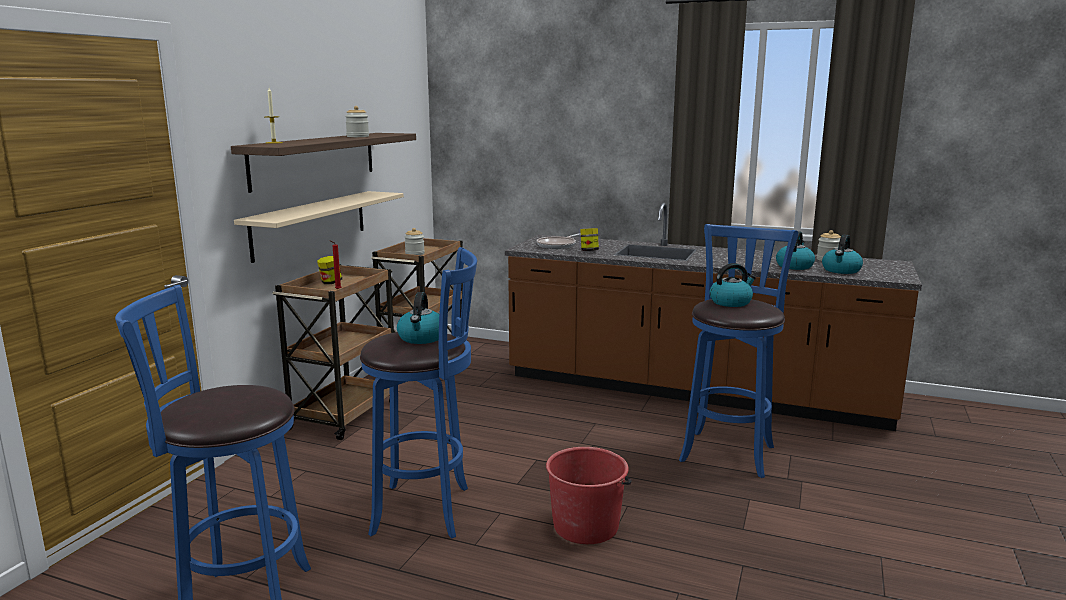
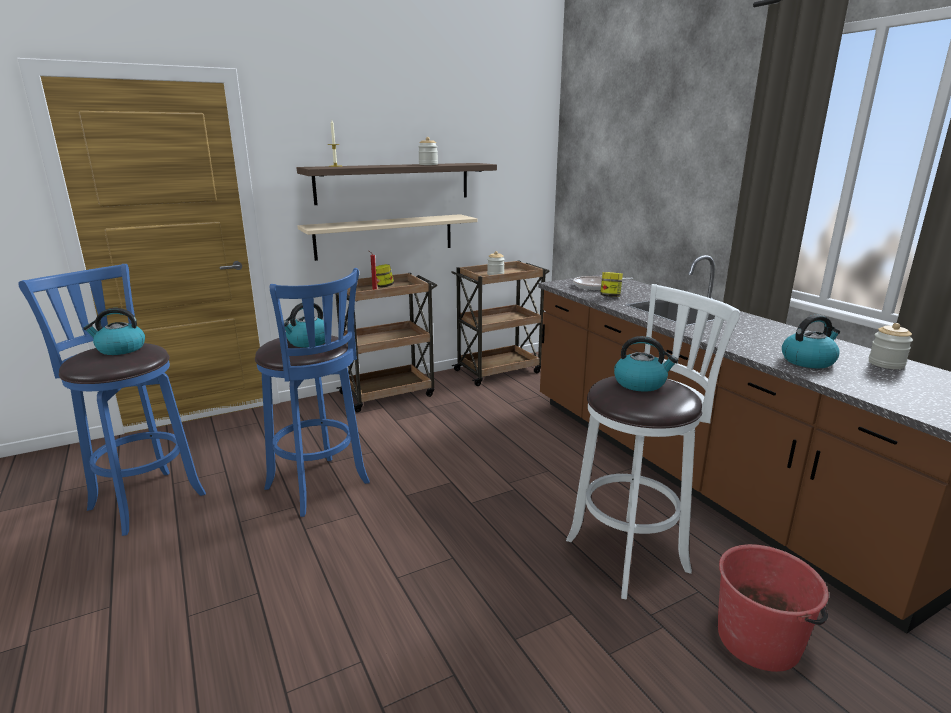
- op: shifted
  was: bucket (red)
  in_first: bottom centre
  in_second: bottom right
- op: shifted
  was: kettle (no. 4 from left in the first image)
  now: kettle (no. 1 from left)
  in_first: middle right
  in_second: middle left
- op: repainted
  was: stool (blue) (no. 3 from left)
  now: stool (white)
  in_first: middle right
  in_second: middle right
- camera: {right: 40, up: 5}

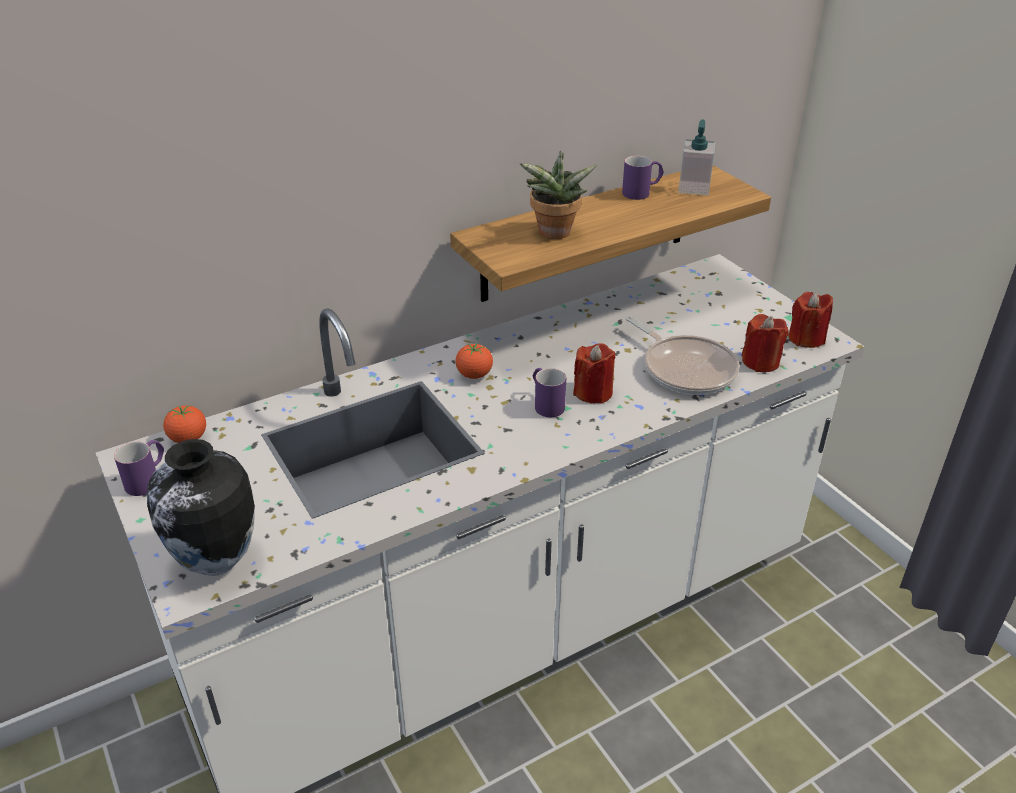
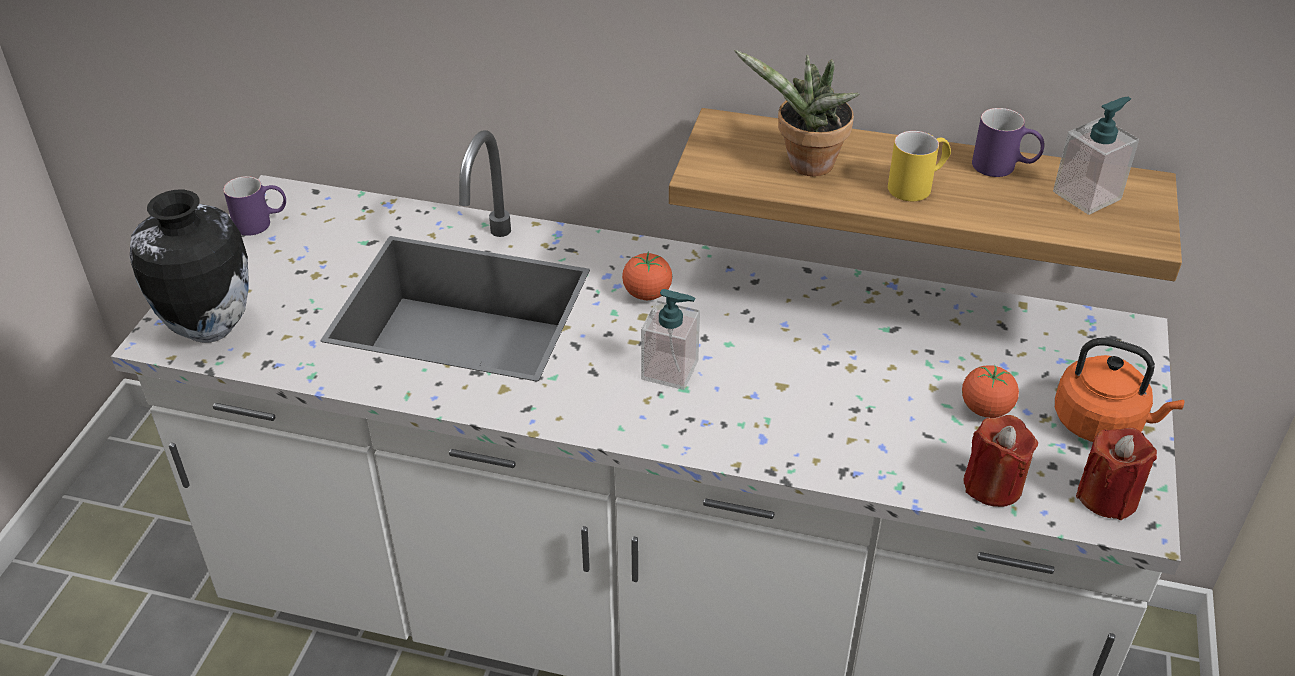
- op: gone
  was: candle (red) (no. 1 from left)
  in_first: centre
- op: gone
  was: frying pan
  in_first: middle right
- op: new
  now: mug (yellow)
  in_second: top right
- op: new
  now: kettle (orange)
  in_second: middle right
- op: shifted
  was: tomato (no. 1 from left in the first image)
  now: tomato (no. 2 from left)
  in_first: middle left
  in_second: middle right
- op: swapped
  was: mug (purple) (no. 2 from left)
  now: soap dispenser (no. 1 from left)
  in_first: centre
  in_second: centre
- camera: {right: 45, up: 5}

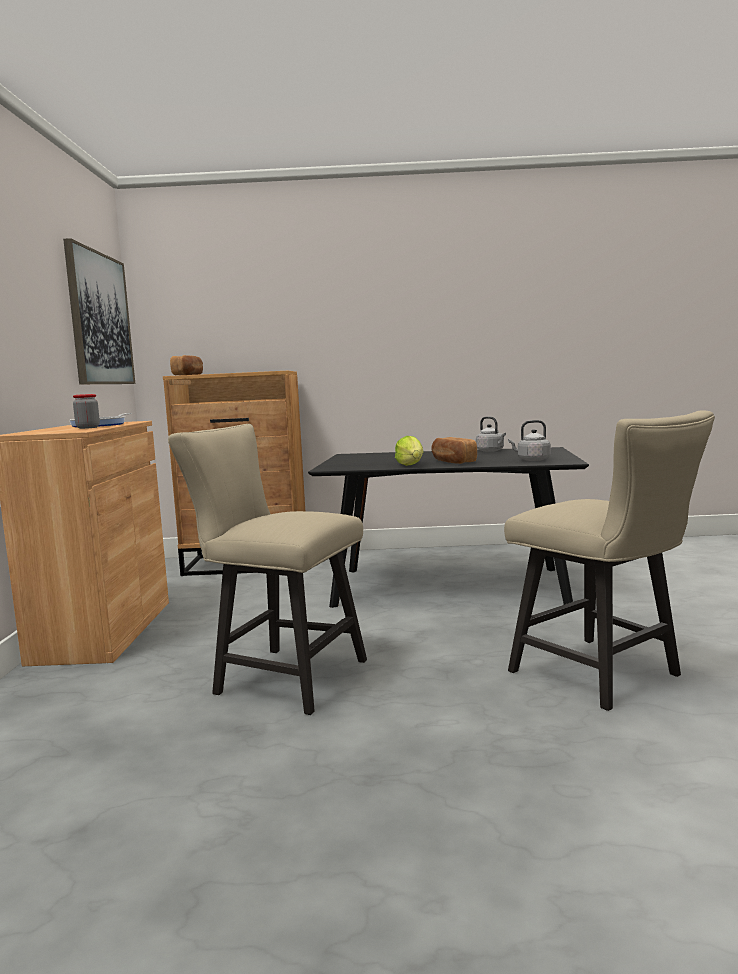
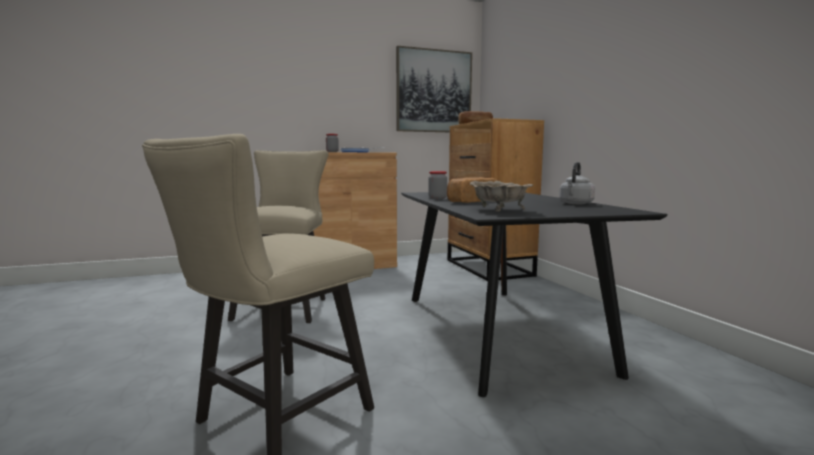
- op: swapped
  was: lettuce
  now: jar (no. 2 from left)
  in_first: centre
  in_second: centre
- op: swapped
  was: kettle (grey) (no. 2 from left)
  now: bowl (beige)
  in_first: middle right
  in_second: centre
- camera: {right: 70, up: 0}

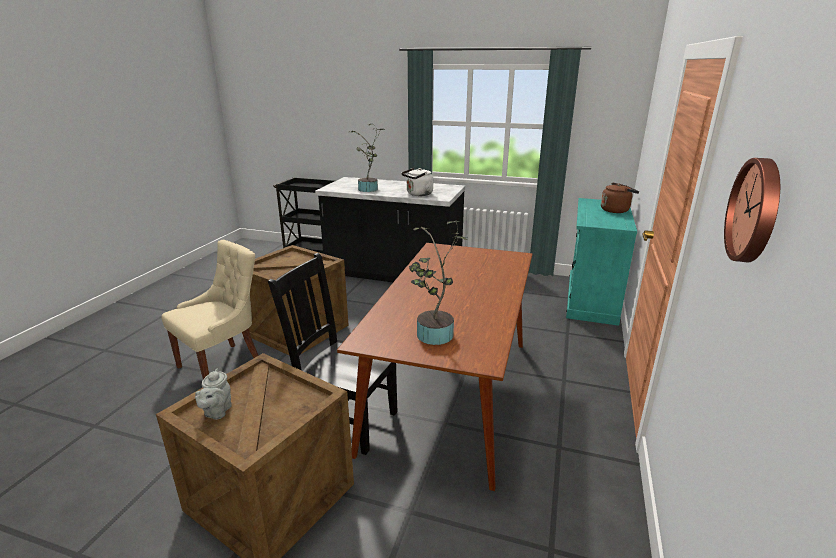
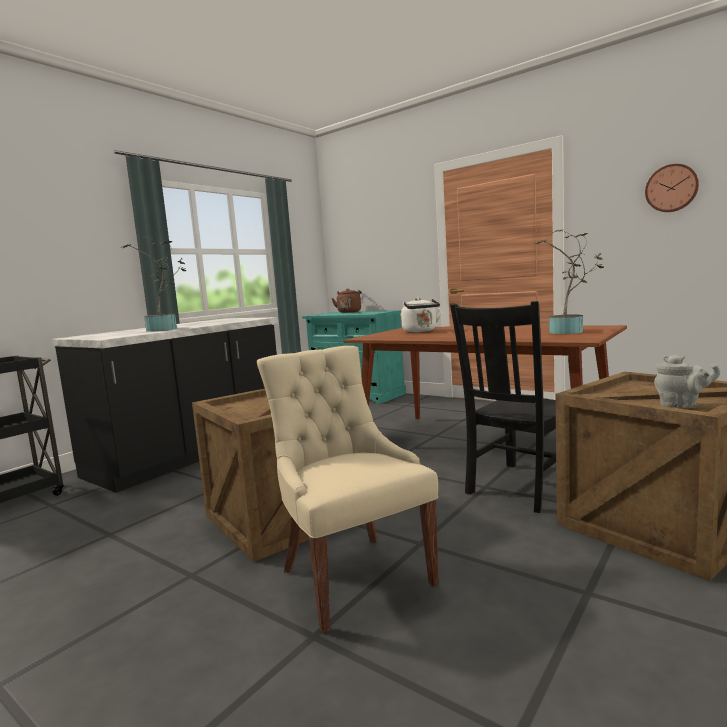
- op: shifted
  was: kettle (white)
  in_first: top centre
  in_second: centre
- camera: {right: -70, up: -15}

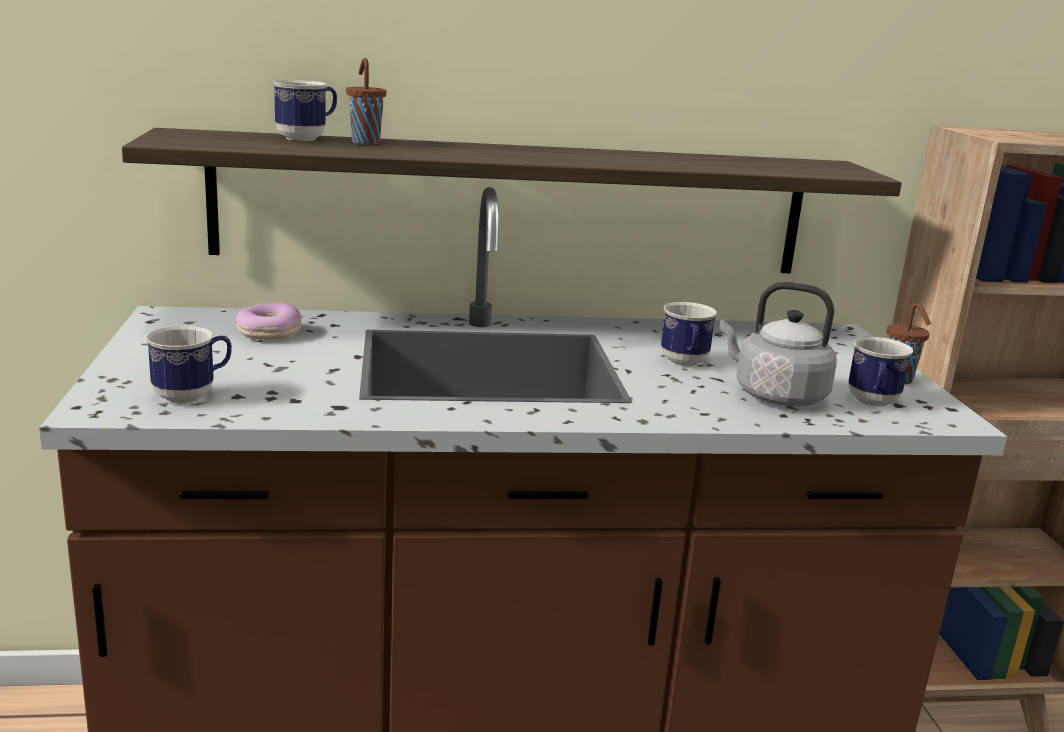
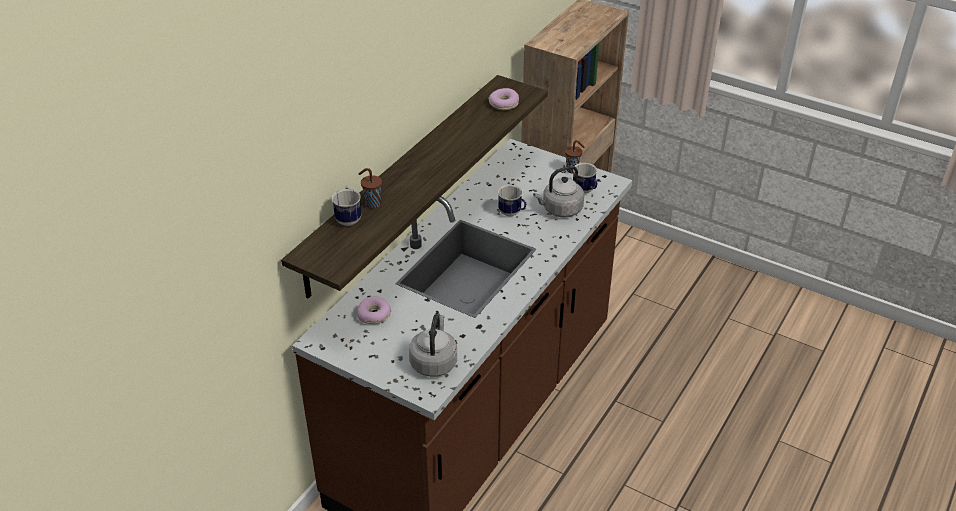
- op: new
  now: donut (no. 2 from left)
  in_second: top centre
- op: swapped
  was: mug (no. 1 from left)
  now: kettle (grey) (no. 1 from left)
  in_first: middle left
  in_second: bottom centre
- camera: {right: -50, up: 20}

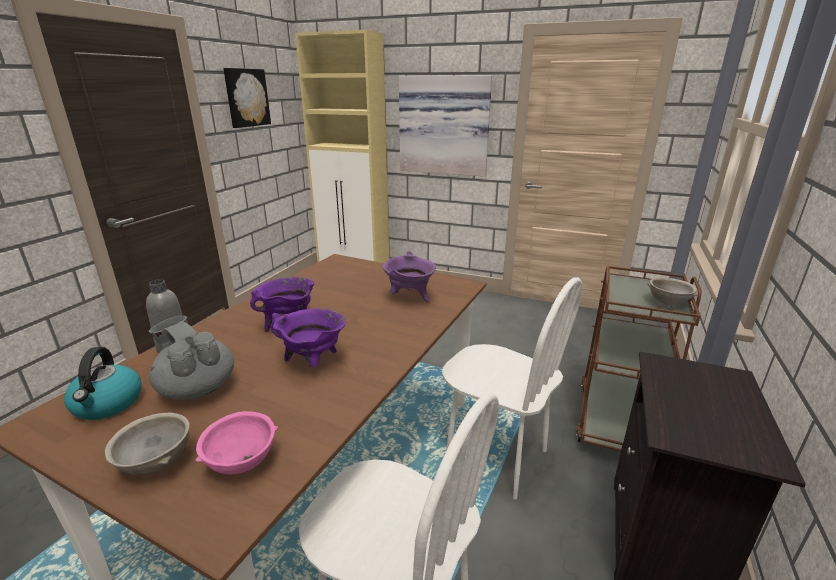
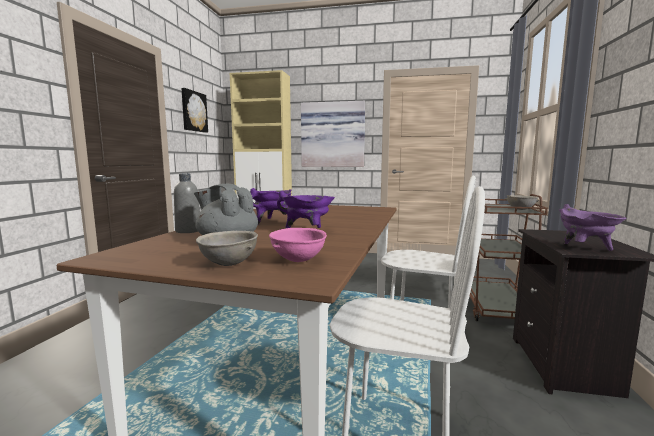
- op: gone
  was: kettle
  in_first: middle left
- op: shifted
  was: cooking pot (purple) (no. 3 from left)
  in_first: centre
  in_second: middle right
- camera: {right: -10, up: -15}

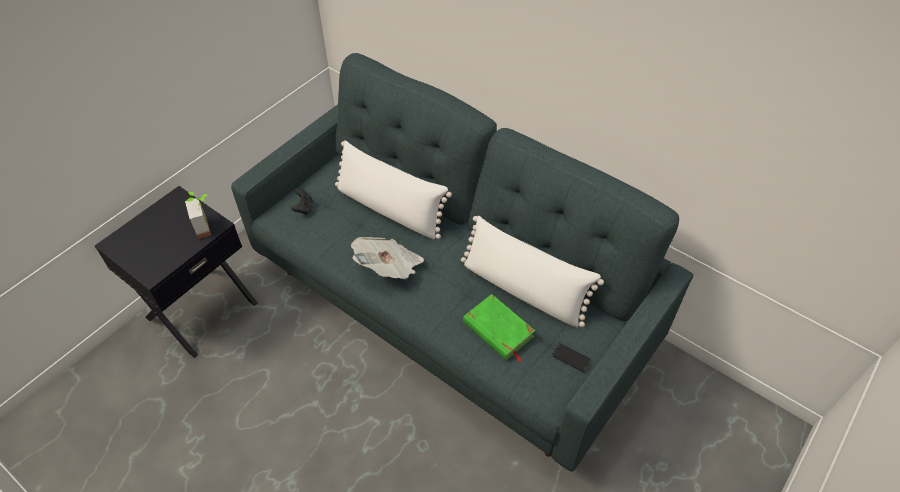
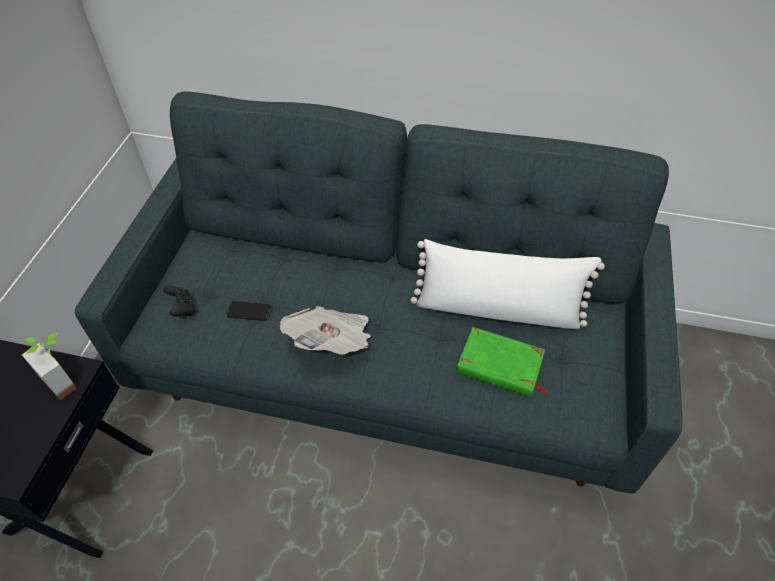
- op: gone
  was: pillow (white) (no. 1 from left)
  in_first: centre
- op: shifted
  was: phone
  in_first: bottom centre
  in_second: middle left
- camera: {right: -25, up: 0}

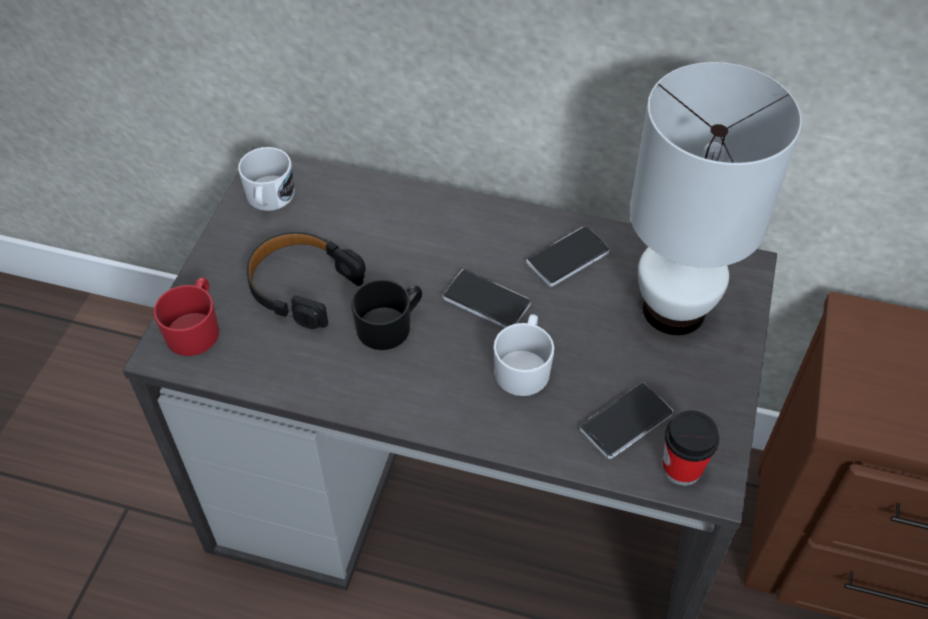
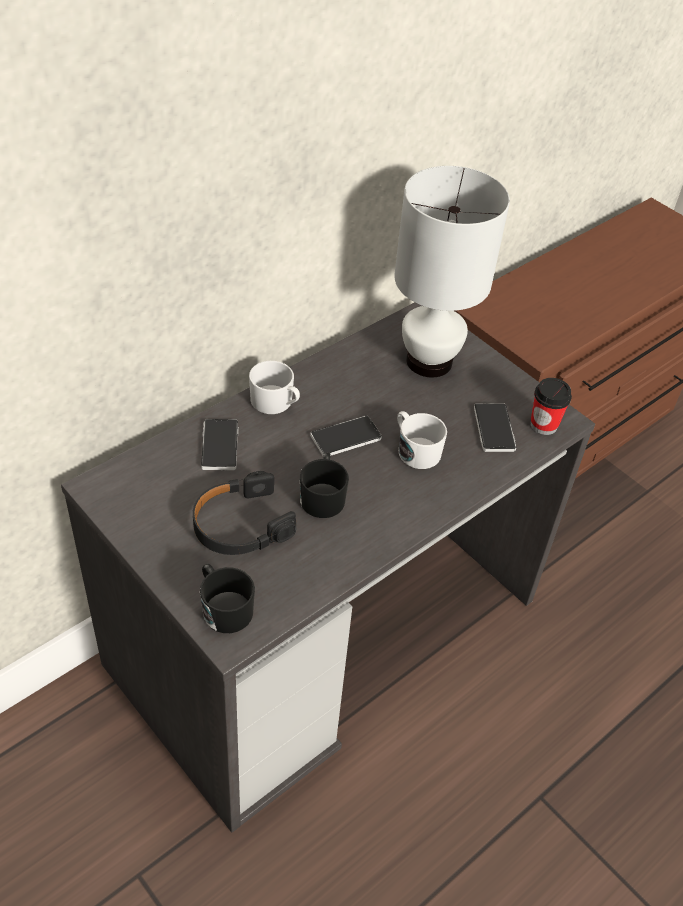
- op: shifted
  was: mug (white) (no. 1 from left)
  in_first: top left
  in_second: centre
- op: shifted
  was: phone (no. 2 from left in the first image)
  now: phone (no. 1 from left)
  in_first: centre
  in_second: middle left
- op: repainted
  was: mug (red)
  now: mug (black) (no. 1 from left)
  in_first: middle left
  in_second: middle left
- camera: {right: -60, up: -5}

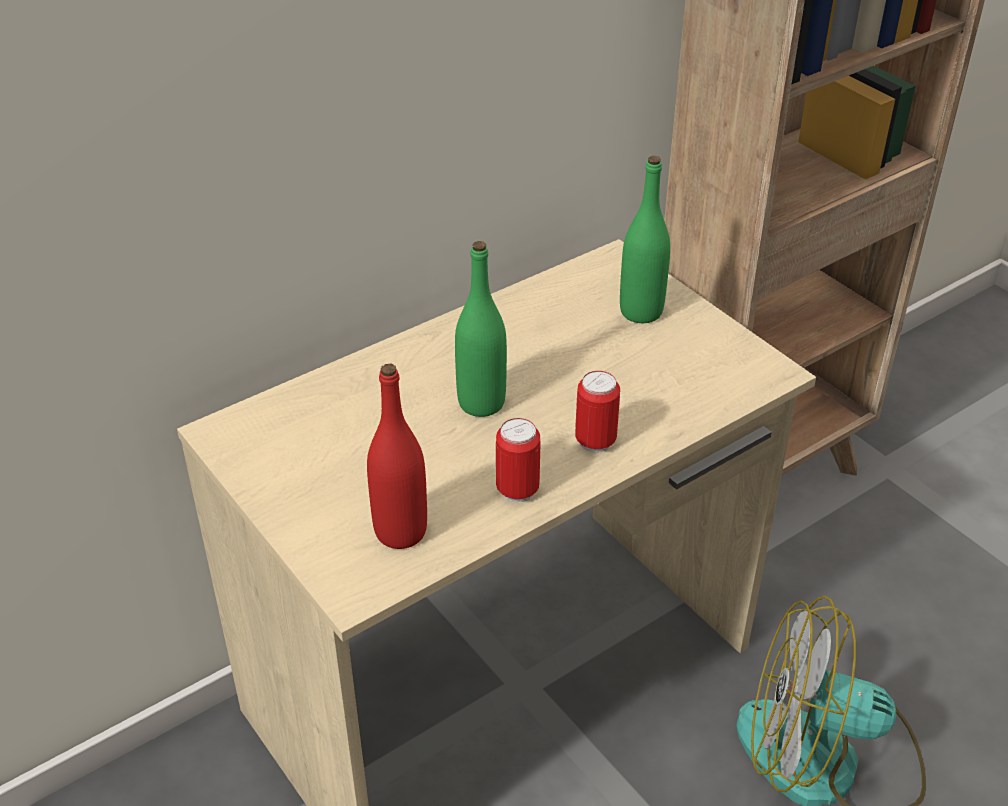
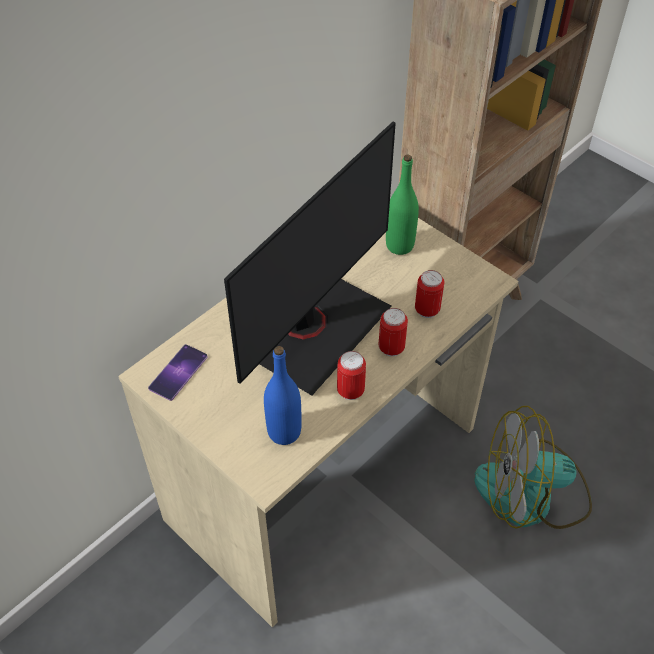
- op: new
  now: phone
  in_second: middle left
- op: new
  now: can (no. 3 from left)
  in_second: centre
- op: swapped
  was: bottle (green) (no. 1 from left)
  now: monitor
  in_first: centre
  in_second: centre
- op: repainted
  was: bottle (red)
  now: bottle (blue)
  in_first: centre
  in_second: centre
- camera: {right: -10, up: 10}

